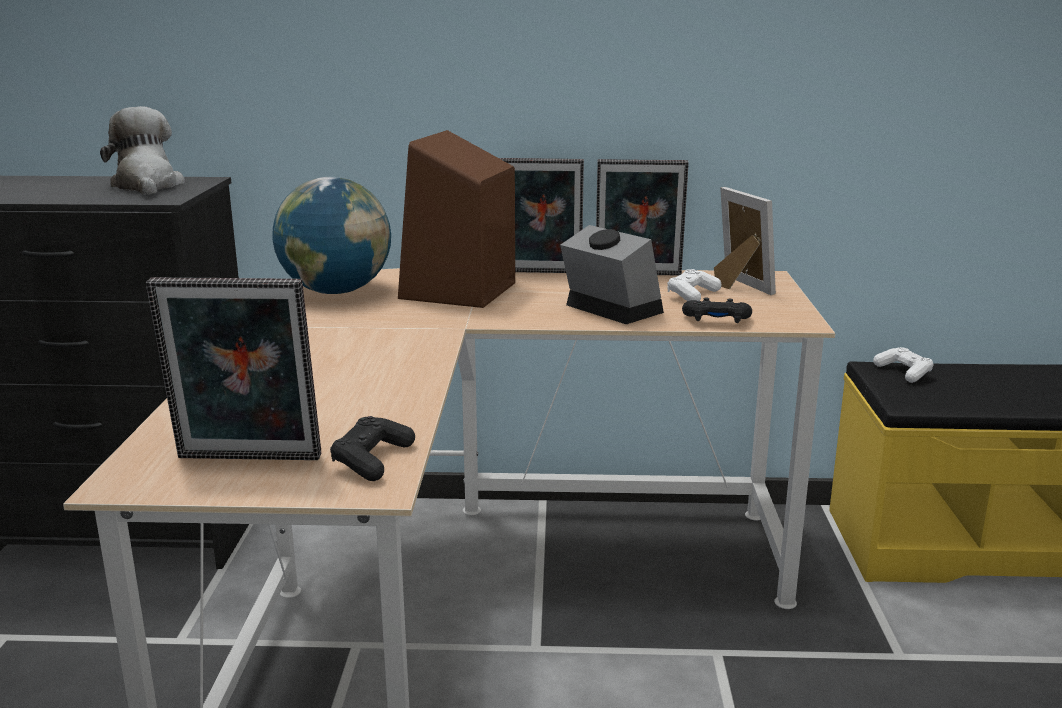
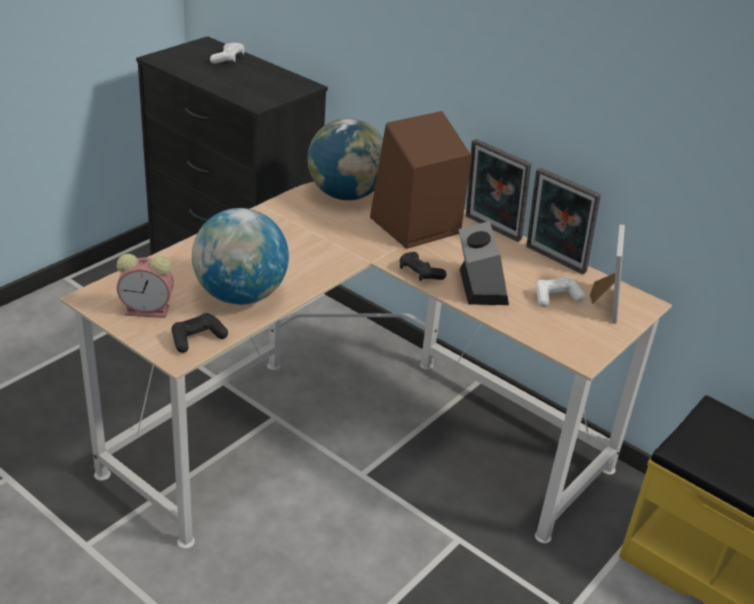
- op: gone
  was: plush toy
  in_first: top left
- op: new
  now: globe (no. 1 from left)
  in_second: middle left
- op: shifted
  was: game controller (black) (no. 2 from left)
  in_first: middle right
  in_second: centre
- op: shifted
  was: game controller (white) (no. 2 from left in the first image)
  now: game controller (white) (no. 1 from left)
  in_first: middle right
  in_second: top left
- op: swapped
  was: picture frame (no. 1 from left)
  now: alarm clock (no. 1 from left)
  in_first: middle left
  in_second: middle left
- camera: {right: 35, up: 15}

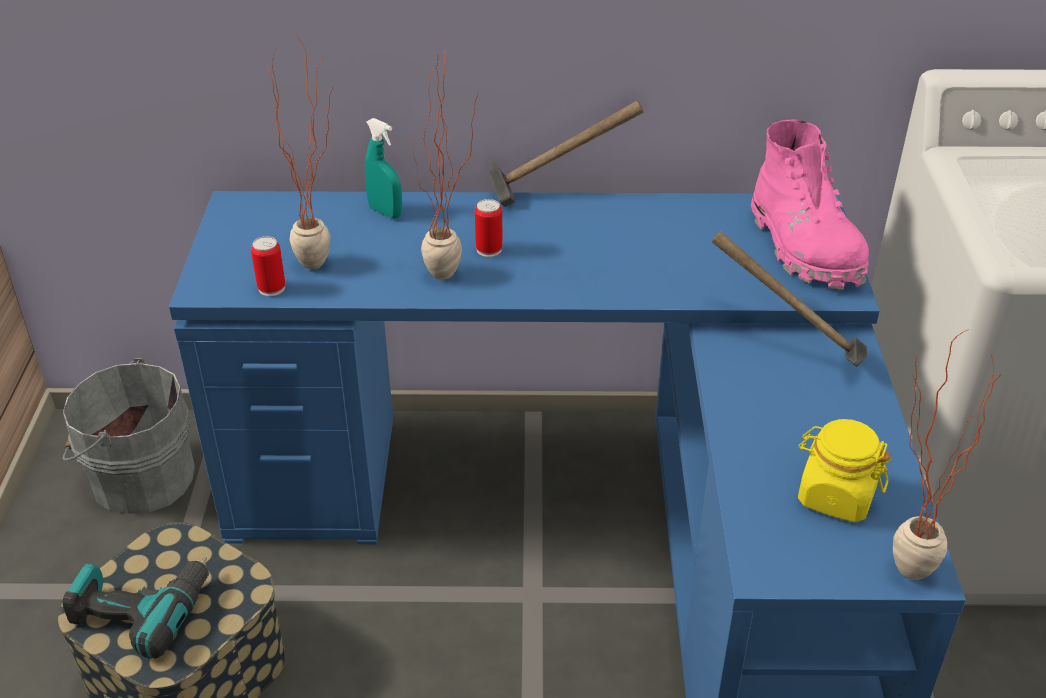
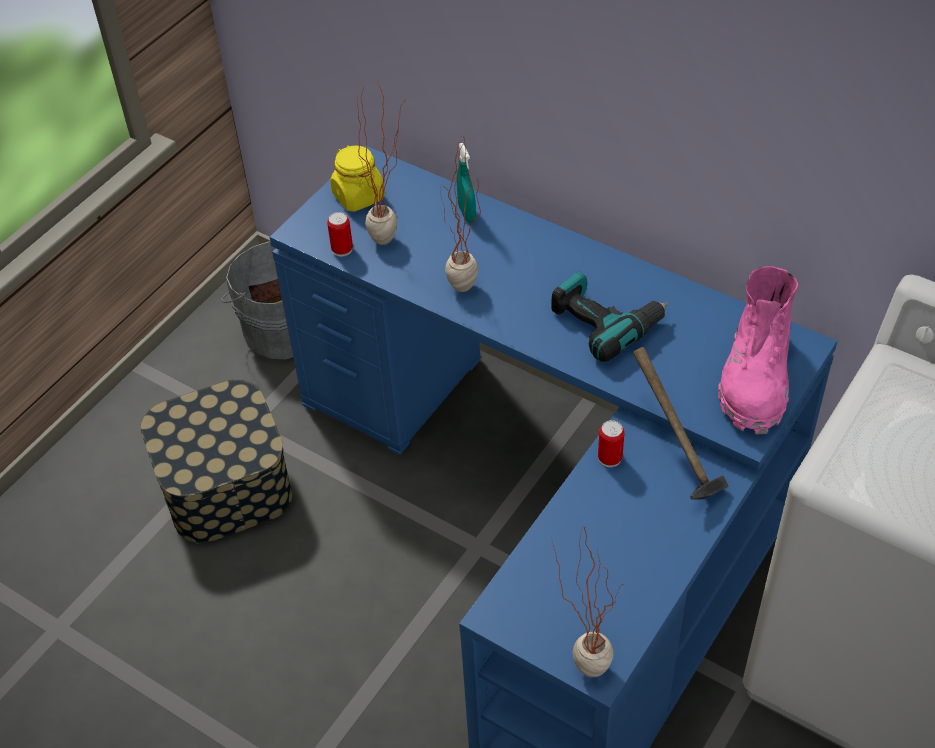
- op: gone
  was: hammer (no. 1 from left)
  in_first: top centre
- op: shifted
  was: power drill
  in_first: bottom left
  in_second: centre
- op: shifted
  was: can (no. 2 from left)
  in_first: top centre
  in_second: centre
- op: shifted
  was: jar (yellow)
  in_first: bottom right
  in_second: top centre
- camera: {right: 35, up: 10}

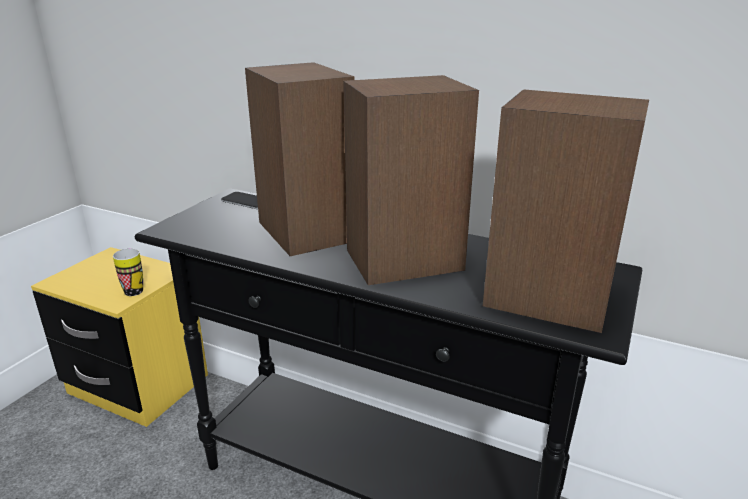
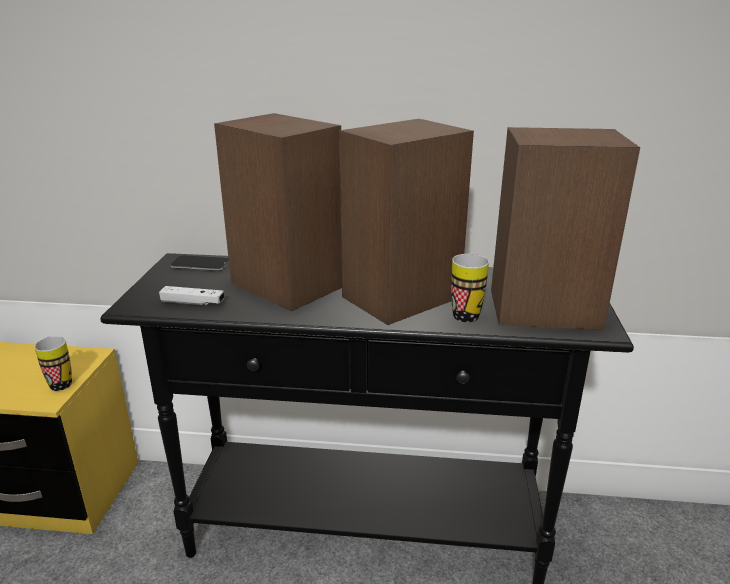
- op: new
  now: game controller (white)
  in_second: middle left
- op: new
  now: mug (no. 2 from left)
  in_second: centre
- camera: {right: -20, up: 0}

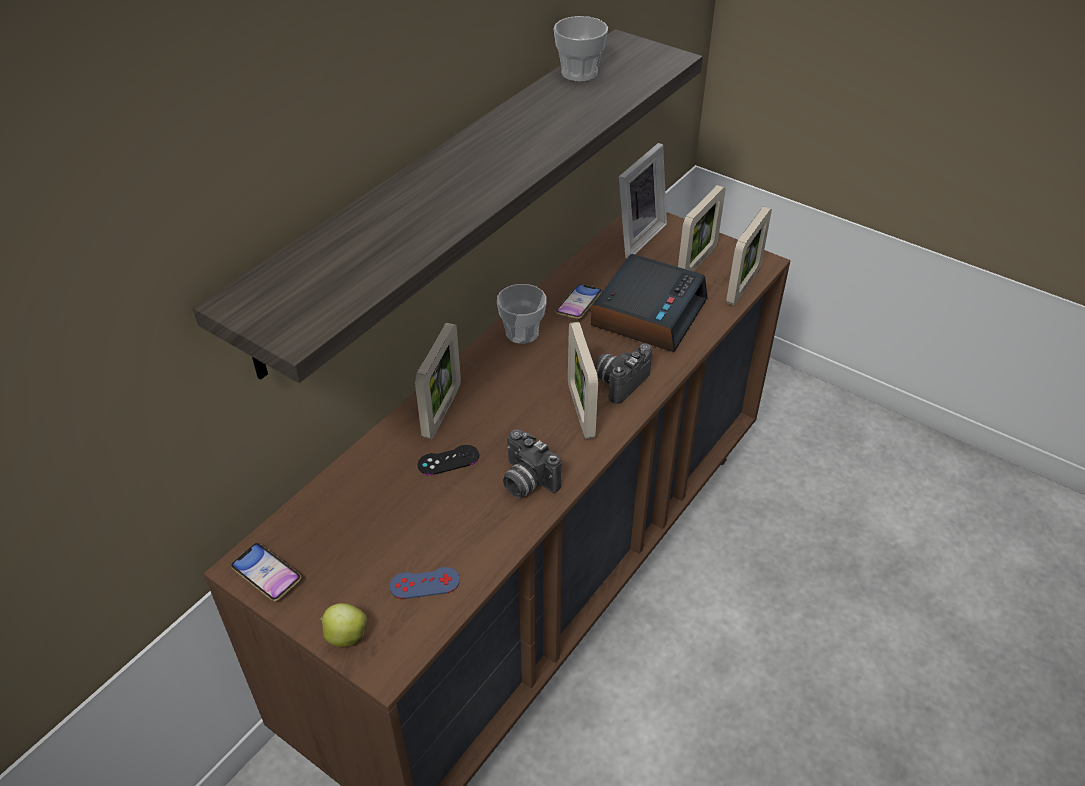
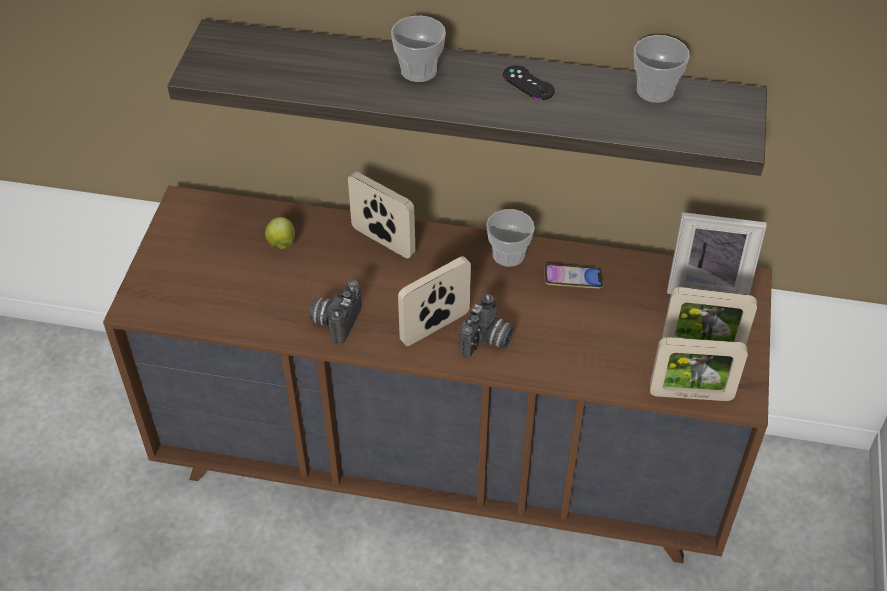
- op: gone
  was: phone (no. 1 from left)
  in_first: bottom left
- op: gone
  was: game controller (blue)
  in_first: bottom centre
- op: gone
  was: alarm clock
  in_first: centre
- op: new
  now: cup (no. 1 from left)
  in_second: top centre
- op: shifted
  was: apple
  in_first: bottom left
  in_second: middle left
- op: shifted
  was: game controller (black)
  in_first: centre
  in_second: top centre
- op: rotated
  was: picture frame (no. 1 from left)
  in_first: centre
  in_second: centre
  clockwise: -135
- op: rotated
  was: photo camera (no. 2 from left)
  in_first: centre
  in_second: centre
  clockwise: 105
- camera: {right: 65, up: 5}

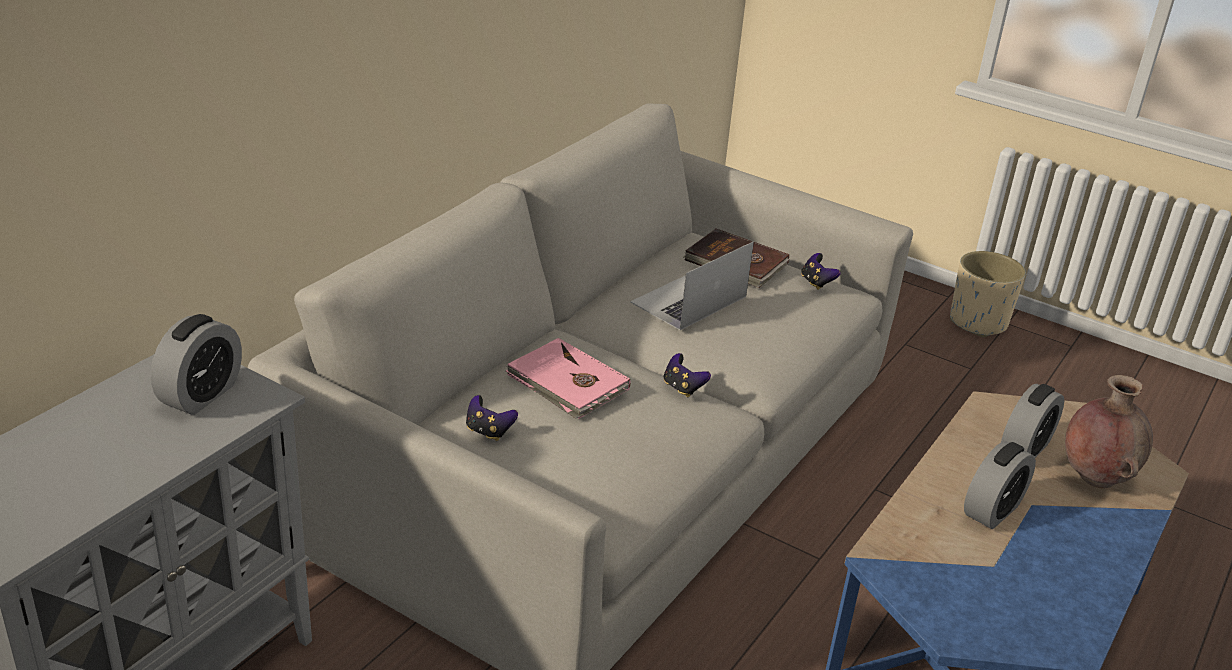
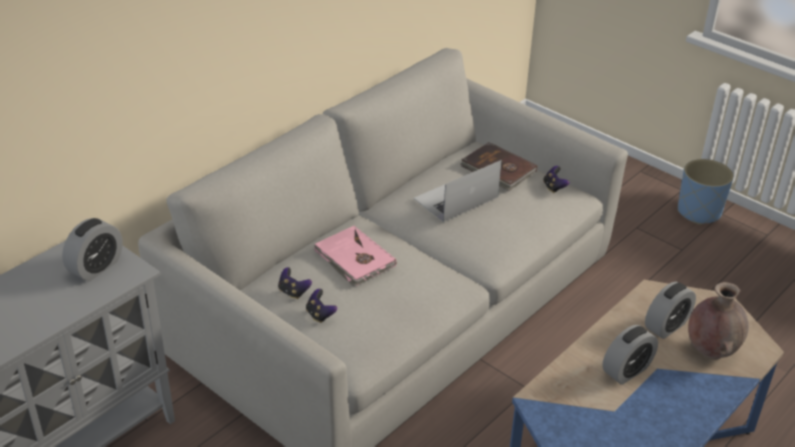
- op: shifted
  was: game controller (no. 2 from left)
  in_first: centre
  in_second: bottom centre
- op: repainted
  was: planter (beige)
  now: planter (blue)
  in_first: middle right
  in_second: middle right
- camera: {right: 10, up: 5}

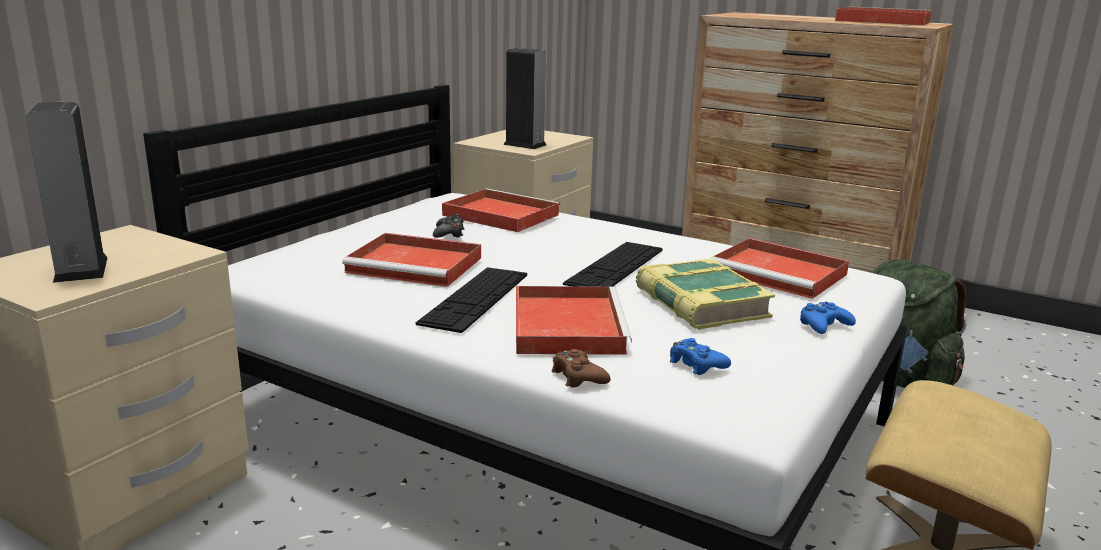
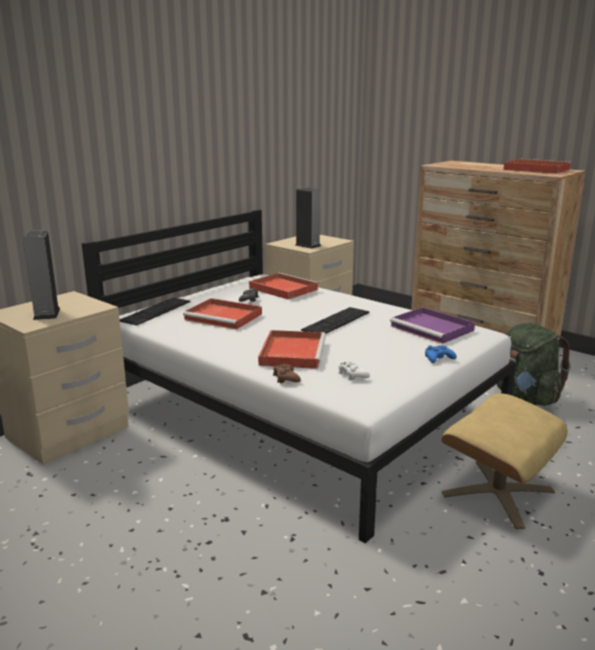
- op: gone
  was: book
  in_first: centre
- op: shifted
  was: keyboard (no. 1 from left)
  in_first: centre
  in_second: middle left
- op: repainted
  was: game controller (blue) (no. 1 from left)
  now: game controller (white)
  in_first: centre
  in_second: centre
- op: repainted
  was: tray (red) (no. 4 from left)
  now: tray (purple)
  in_first: middle right
  in_second: middle right
- camera: {right: 10, up: 0}

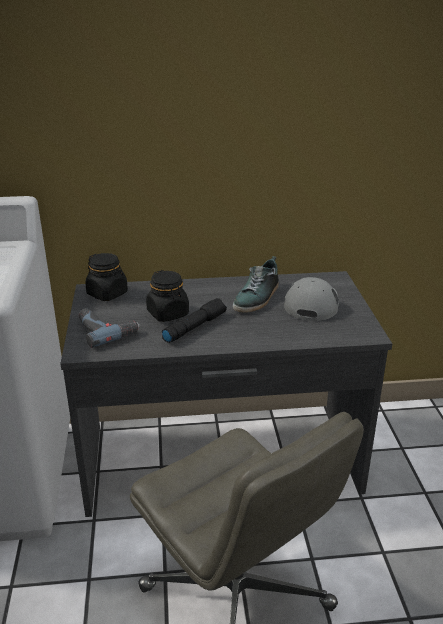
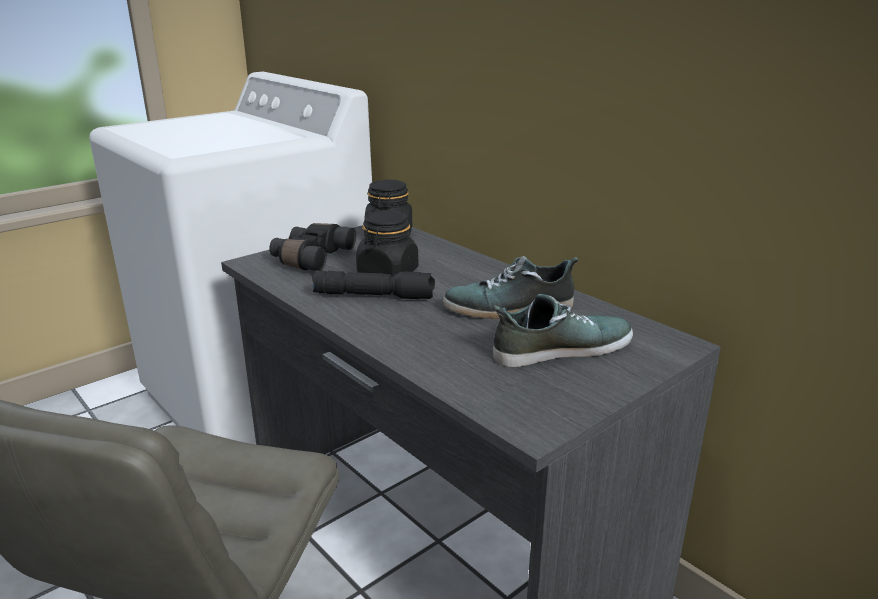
- op: swapped
  was: power drill
  now: binoculars (black)
  in_first: middle left
  in_second: centre
- op: swapped
  was: cap (grey)
  now: shoe (no. 2 from left)
  in_first: middle right
  in_second: centre
- camera: {right: 55, up: -5}

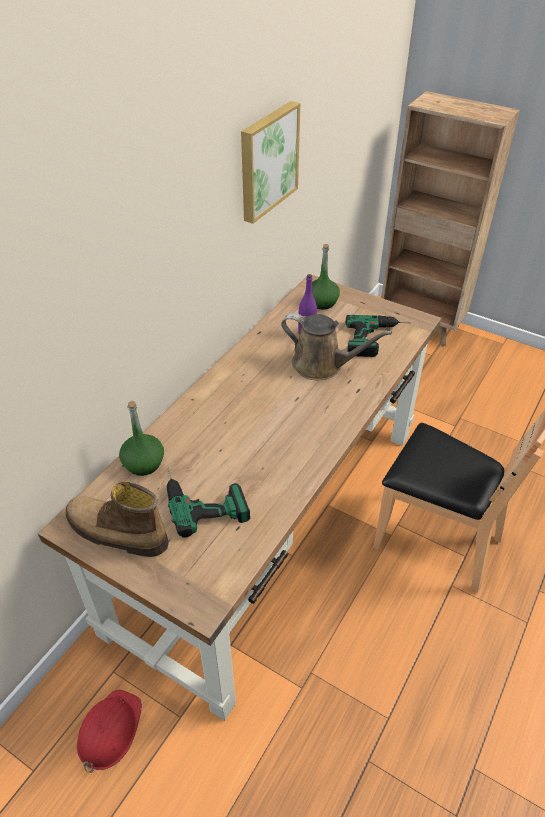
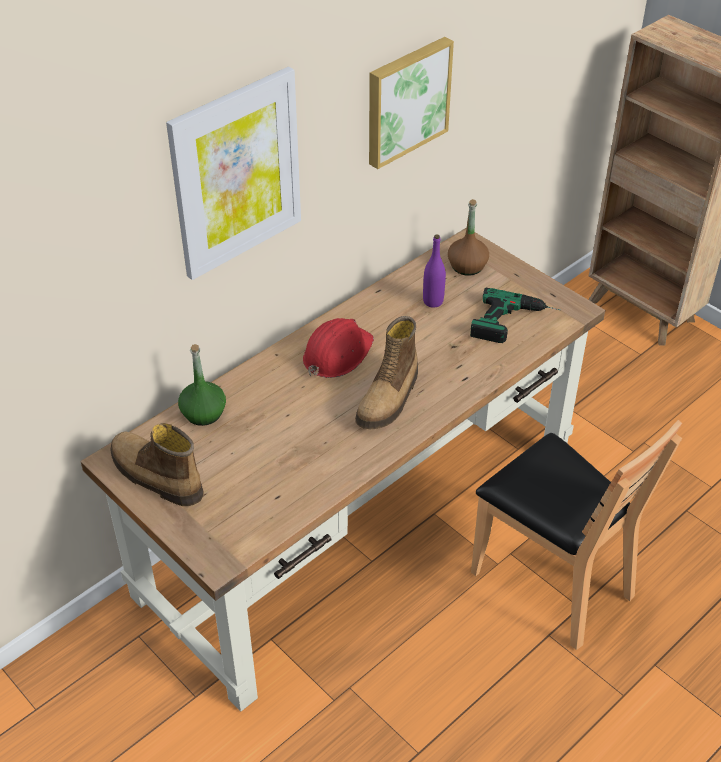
- op: gone
  was: power drill (no. 1 from left)
  in_first: centre
- op: gone
  was: watering can (brown)
  in_first: centre
- op: new
  now: picture (no. 1 from left)
  in_second: top left
- op: new
  now: boot (no. 2 from left)
  in_second: centre
- op: shifted
  was: hard hat (red)
  in_first: bottom left
  in_second: centre
- op: repainted
  was: bottle (green) (no. 2 from left)
  now: bottle (brown)
  in_first: centre
  in_second: top centre
- camera: {right: 15, up: 0}

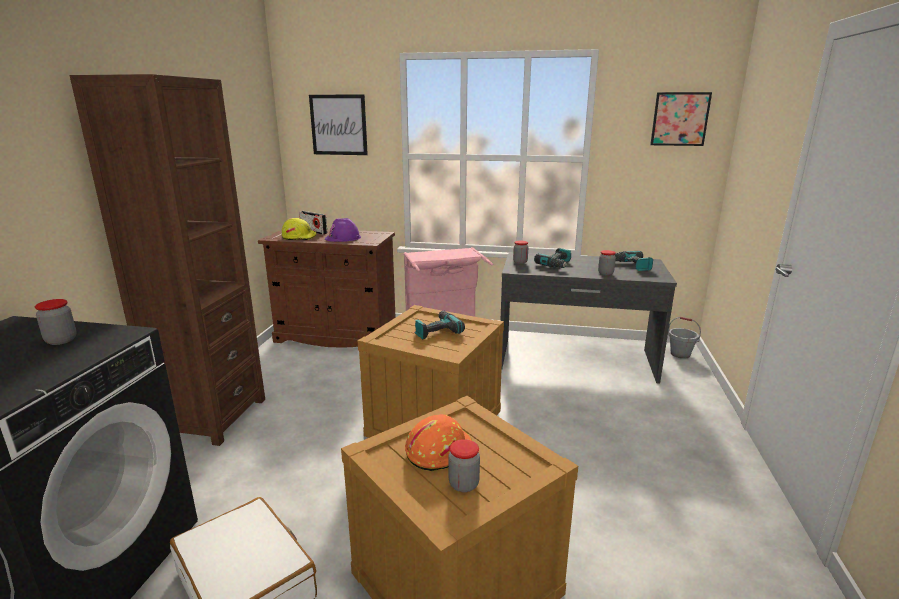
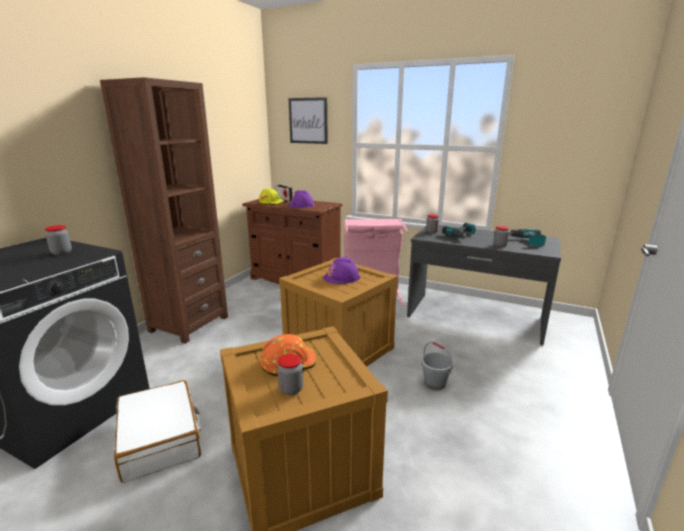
- op: gone
  was: picture (no. 2 from left)
  in_first: top right
- op: shifted
  was: bucket (grey)
  in_first: middle right
  in_second: bottom centre
- op: swapped
  was: power drill (no. 1 from left)
  now: hard hat (purple) (no. 2 from left)
  in_first: centre
  in_second: centre
- camera: {right: 15, up: 0}

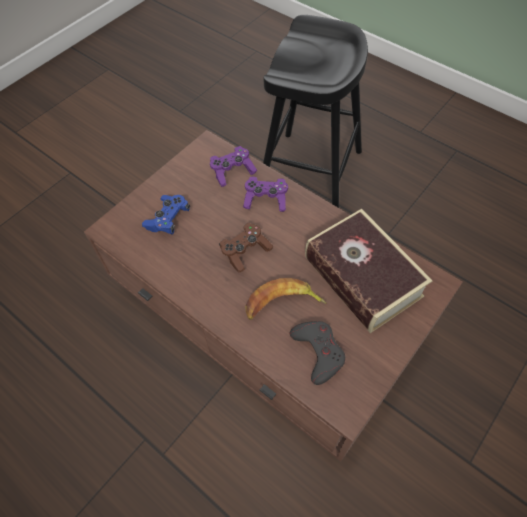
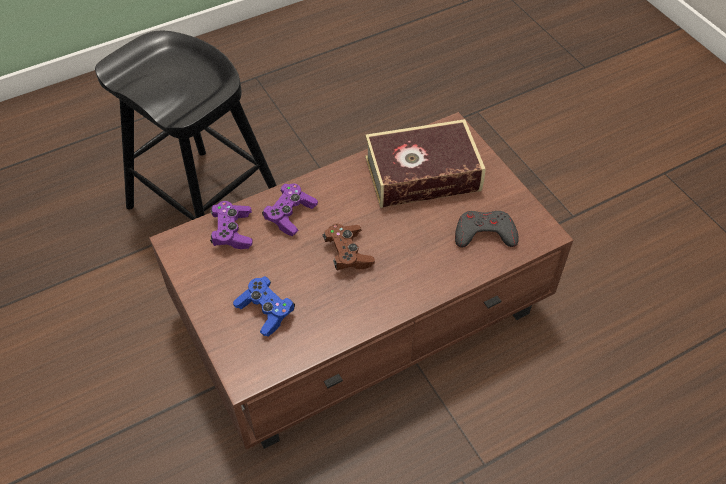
- op: gone
  was: banana
  in_first: centre
- camera: {right: -70, up: -5}

